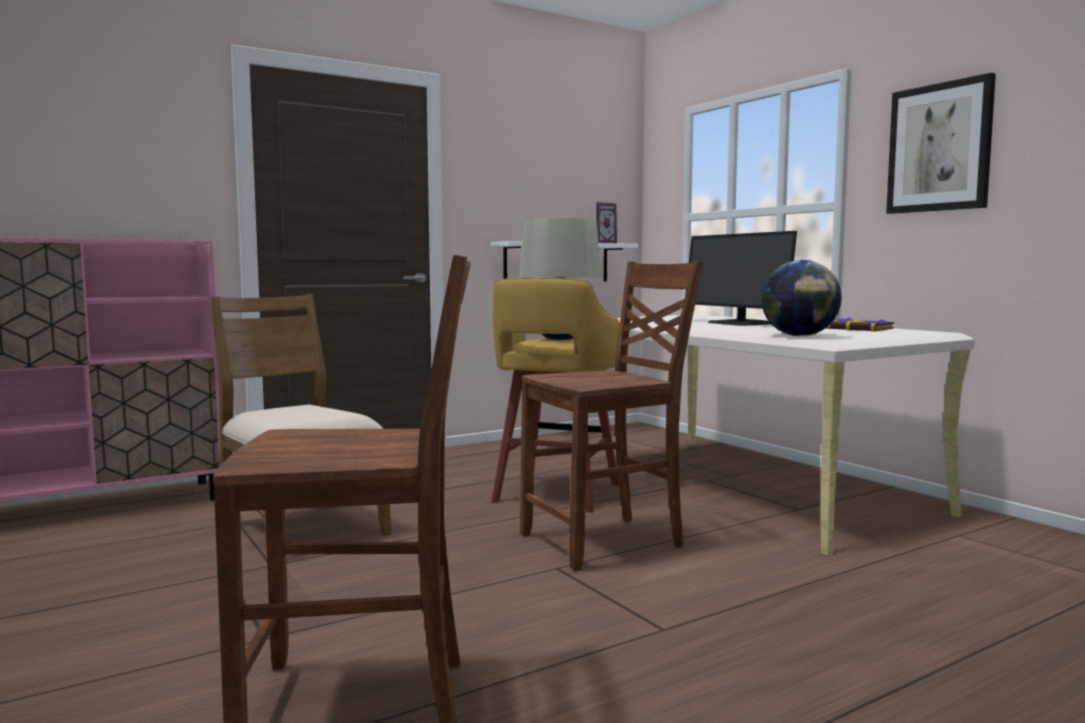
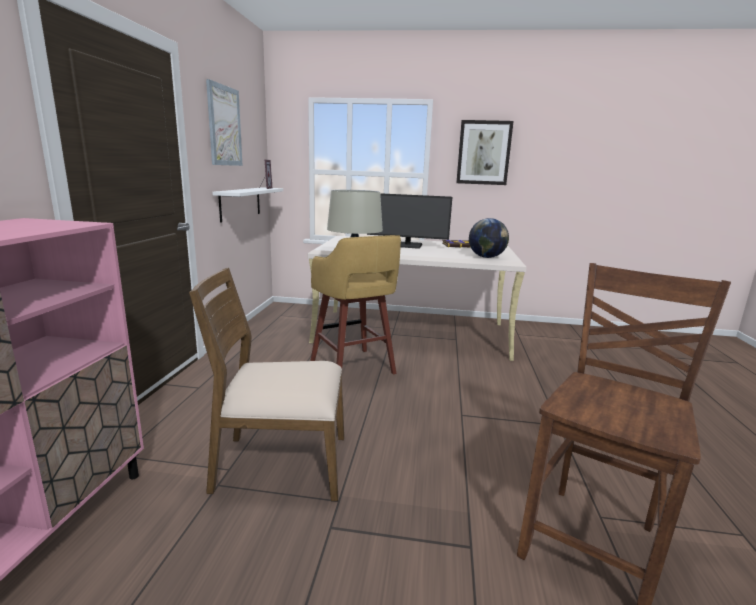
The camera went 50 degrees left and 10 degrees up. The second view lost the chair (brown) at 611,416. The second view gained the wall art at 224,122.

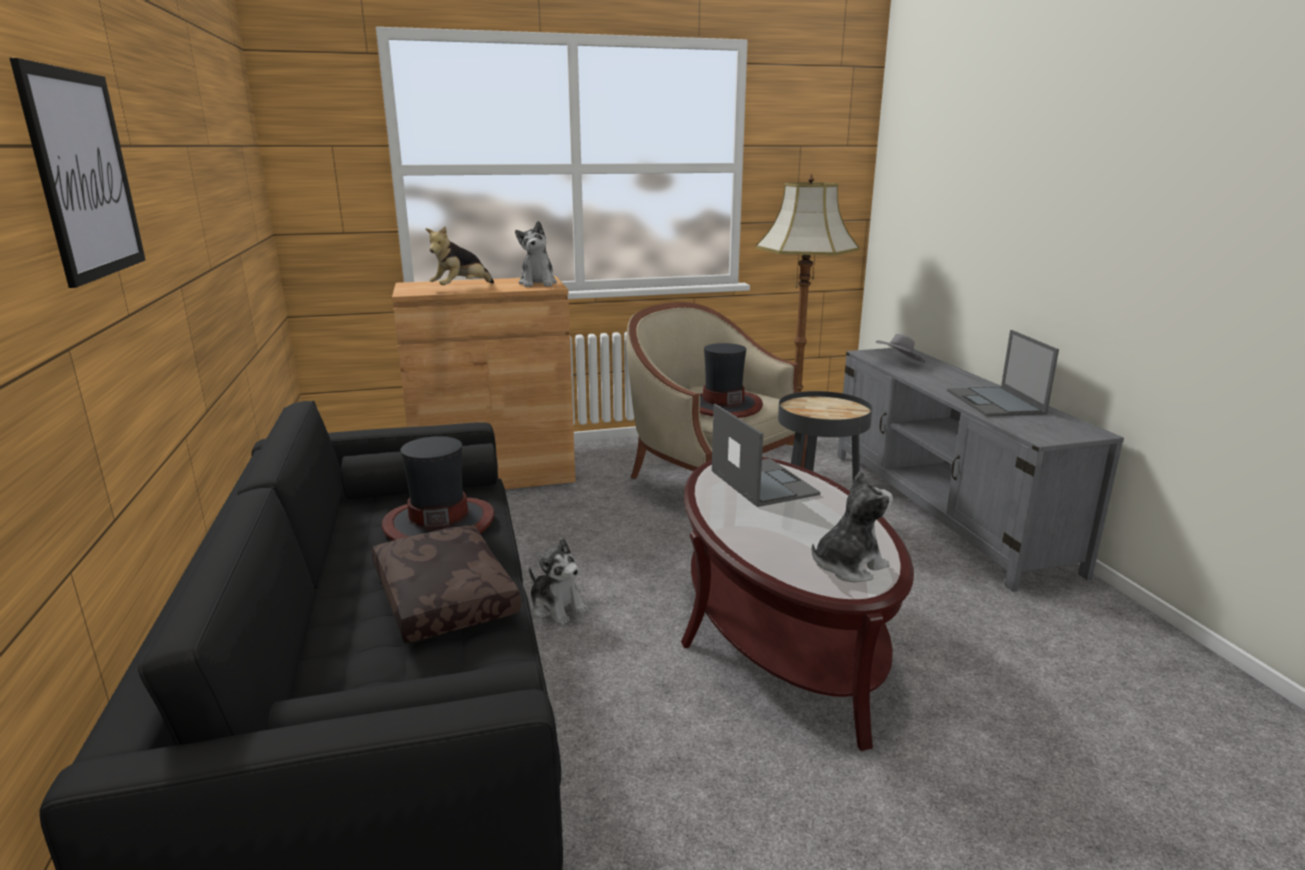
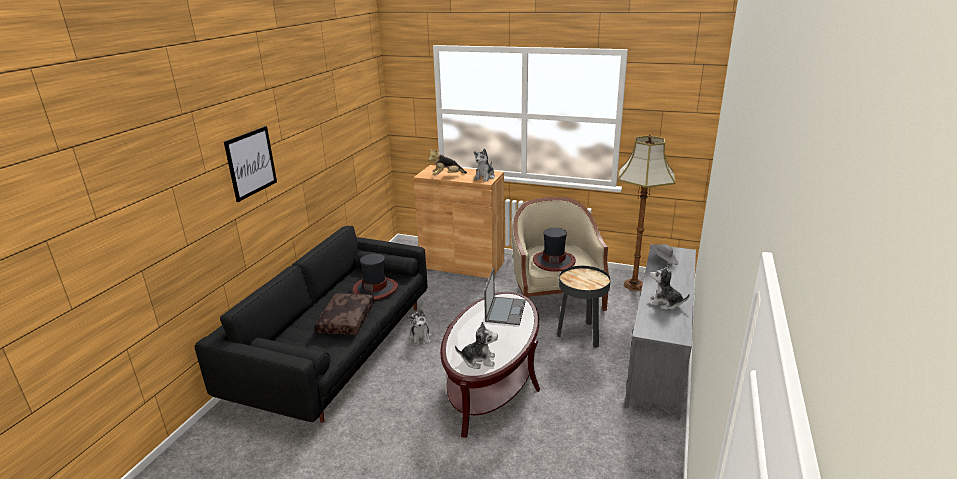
The camera went 35 degrees right and 5 degrees up. Where the notebook computer stood at 1003,373, the plush toy came to stand at 669,288.

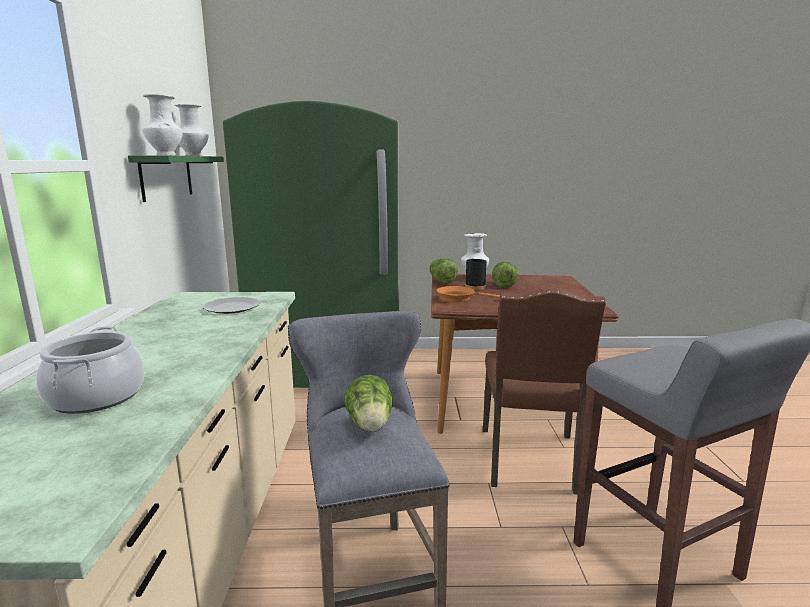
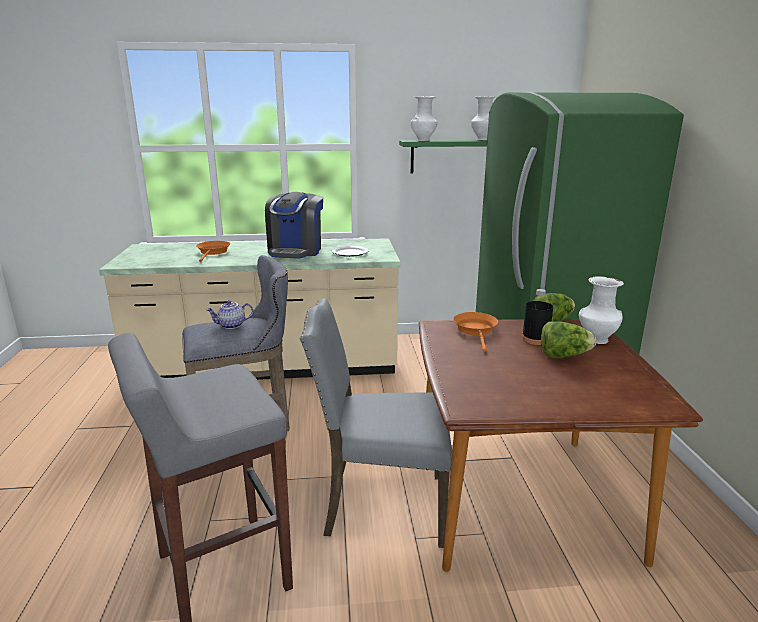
The camera went 85 degrees right and 5 degrees up. The second view gained the coffee brewer at 294,225. Where the cooking pot stood at 90,370, the pan (orange) came to stand at 213,251. Where the lettuce head stood at 368,403, the teapot came to stand at 230,314. What was the chair (brown) at 544,391 turned into the chair (gray) at 376,423.

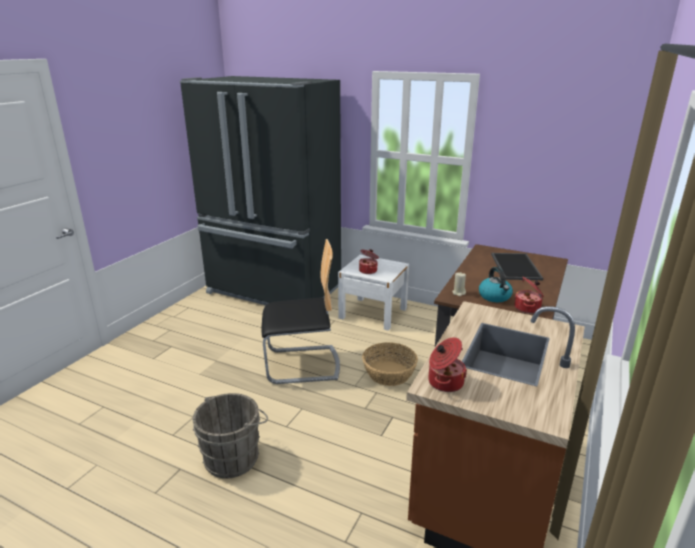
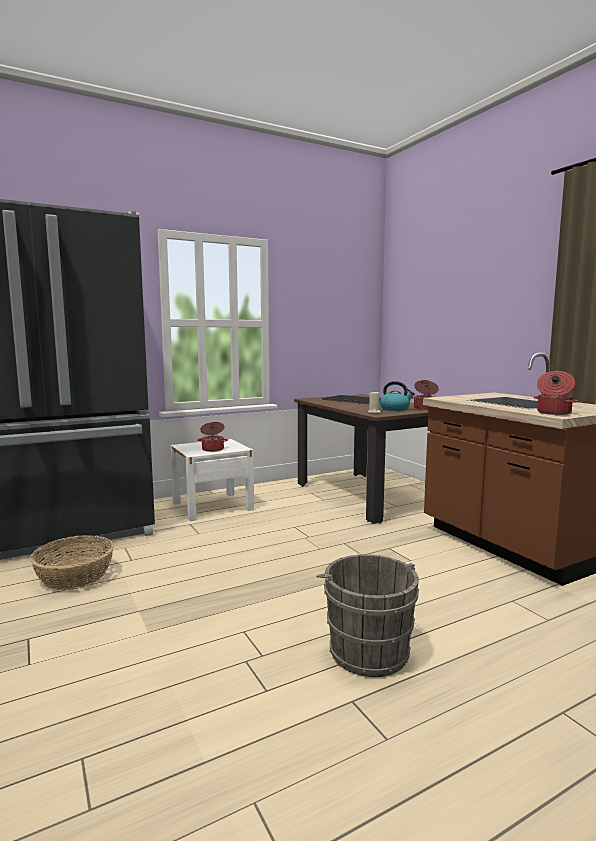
The camera went 55 degrees left and 15 degrees down. The second view lost the chair at 301,311. The household basket ended up elsewhere, having gone from 390,364 to 72,562.

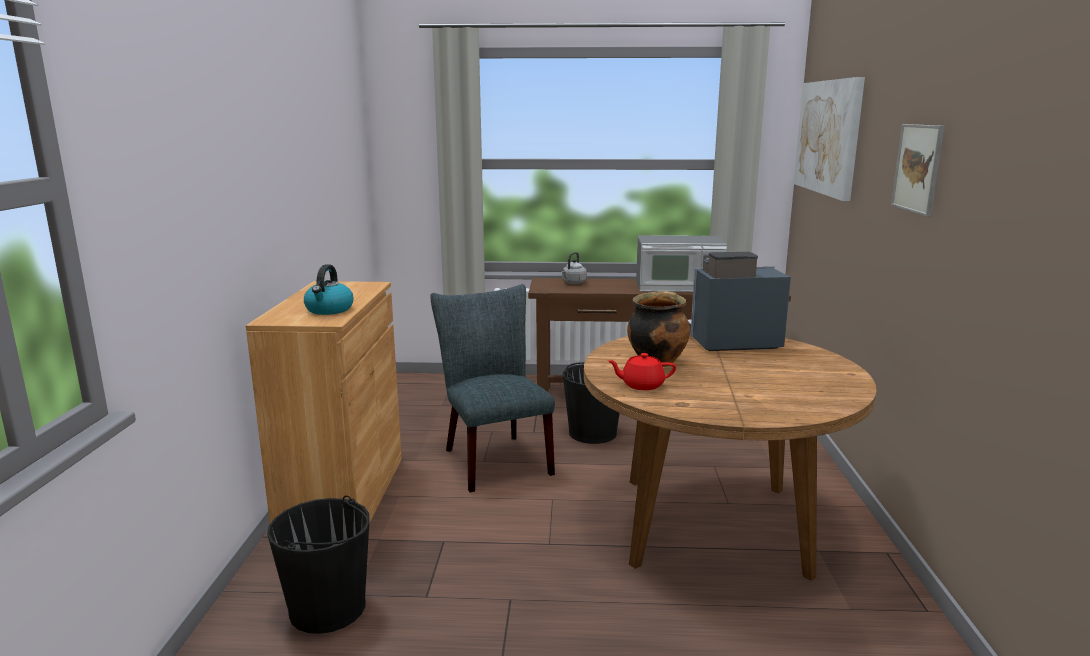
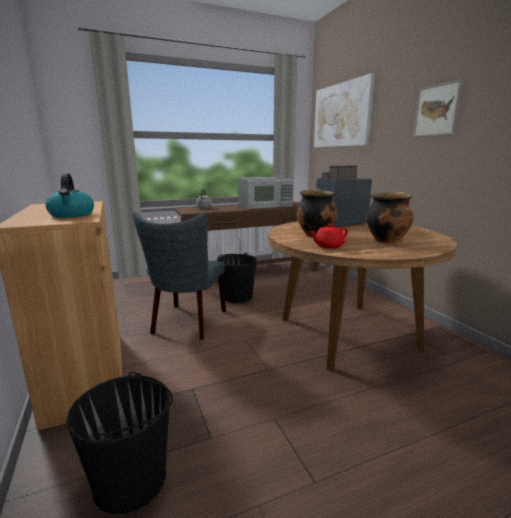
The camera went 25 degrees left and 0 degrees up. The second view gained the cooking pot at 389,217. The chair (gray) at 492,388 ended up facing another way, 120 degrees counterclockwise from before.

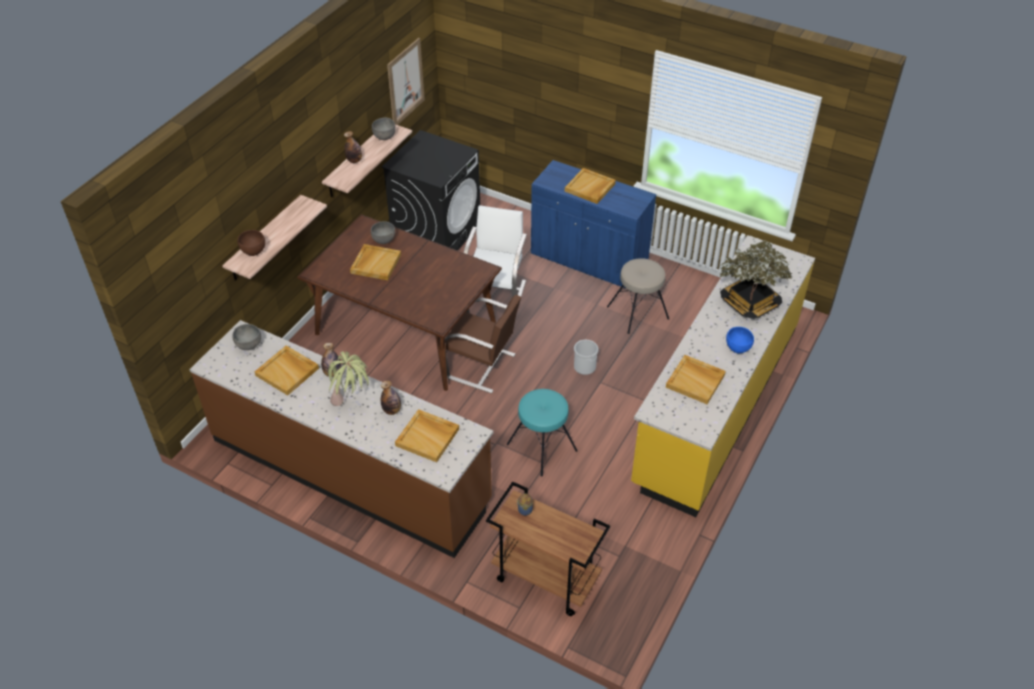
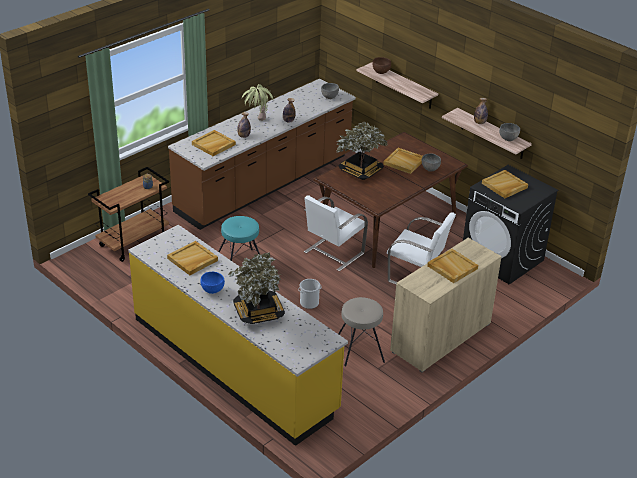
The camera went 105 degrees right and 10 degrees down. The second view lost the wall art at 406,81. The second view gained the plant in a pot at 362,151. The carrying tray (sand-coloured) ended up elsewhere, having gone from 287,371 to 505,184. What was the chair (brown) at 483,344 turned into the chair (whitish) at 336,233. What was the storage cabinet (blue-coloured) at 593,224 turned into the storage cabinet (sand-coloured) at 446,305.

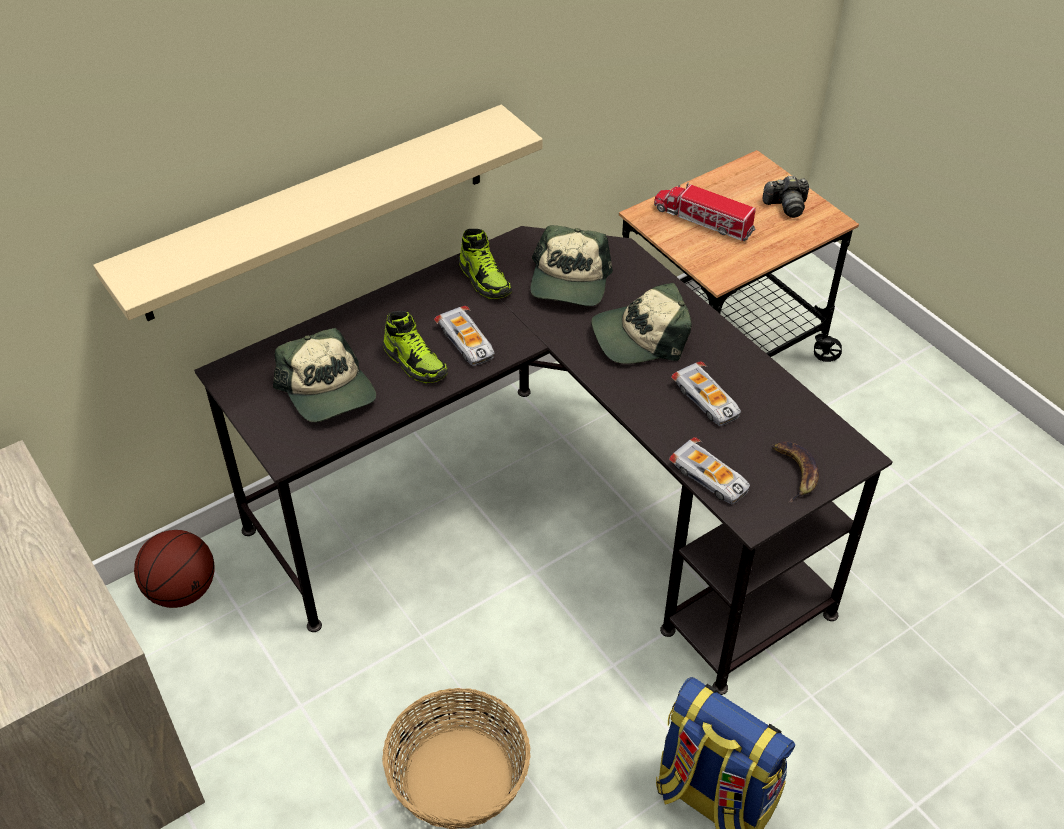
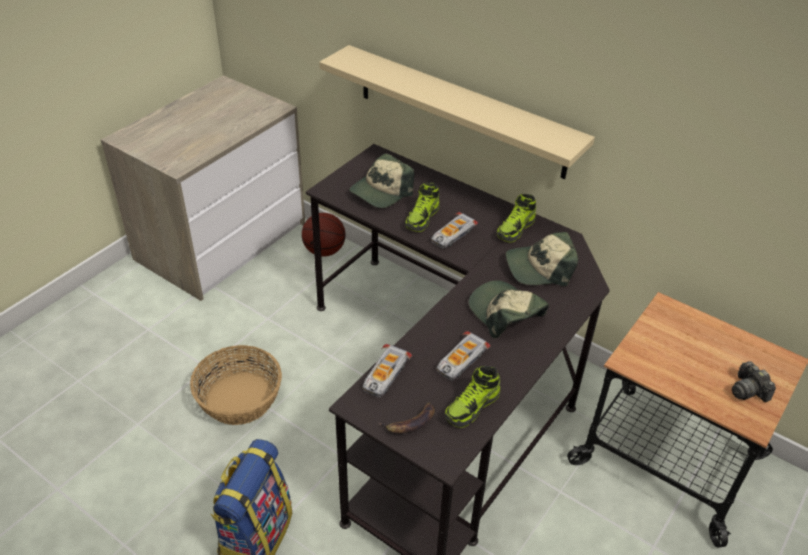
The camera went 70 degrees right and 5 degrees down. The second view lost the toy truck at 705,212. The second view gained the item of footwear at 472,397.

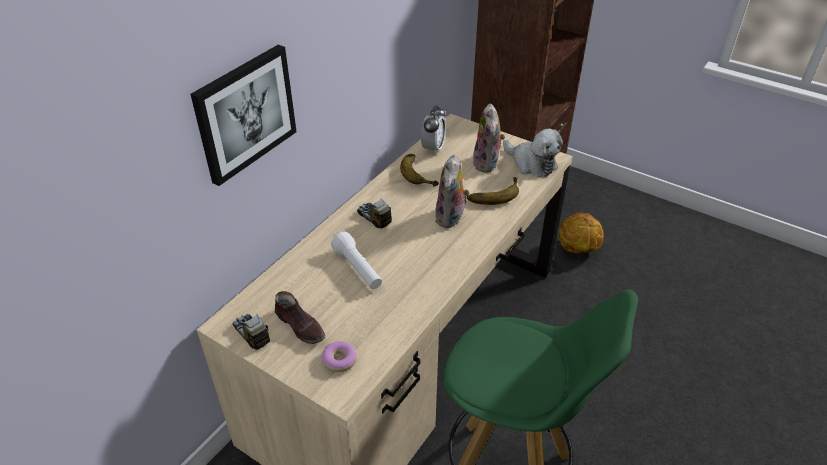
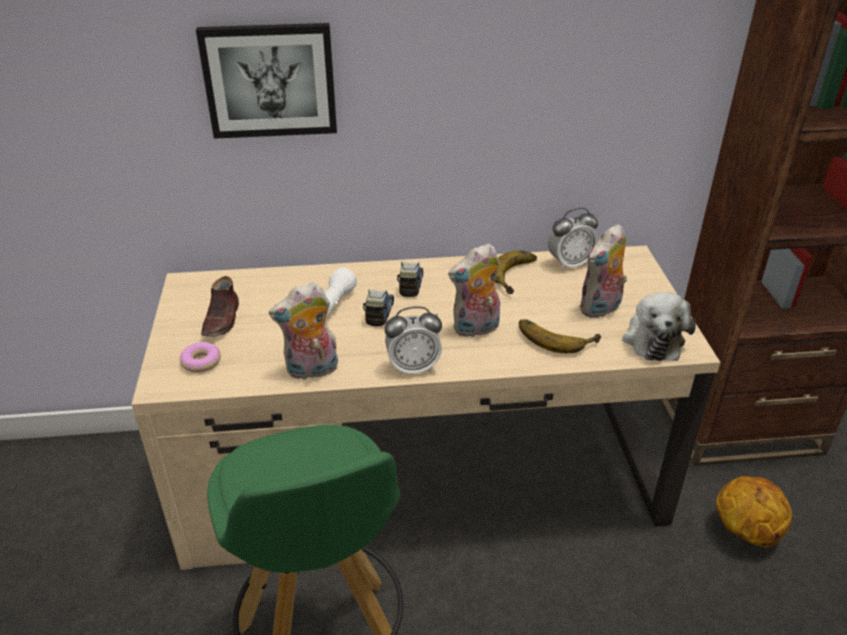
The camera went 50 degrees right and 5 degrees down. The second view gained the plush toy at 303,331. The second view gained the table clock at 413,341. The toy truck ended up elsewhere, having gone from 251,332 to 378,307.

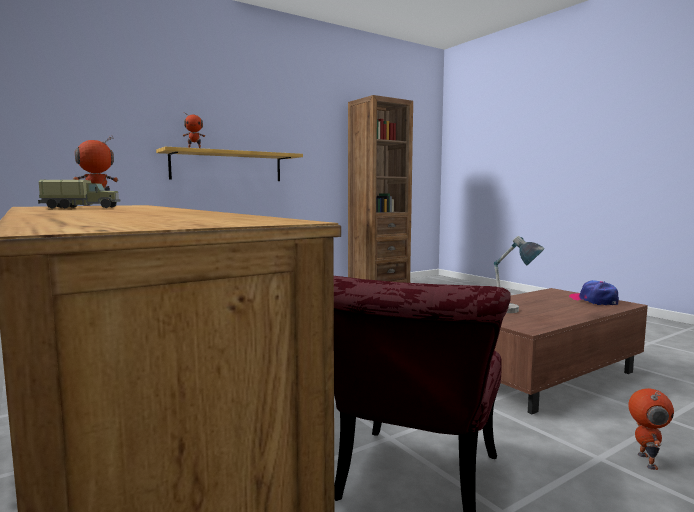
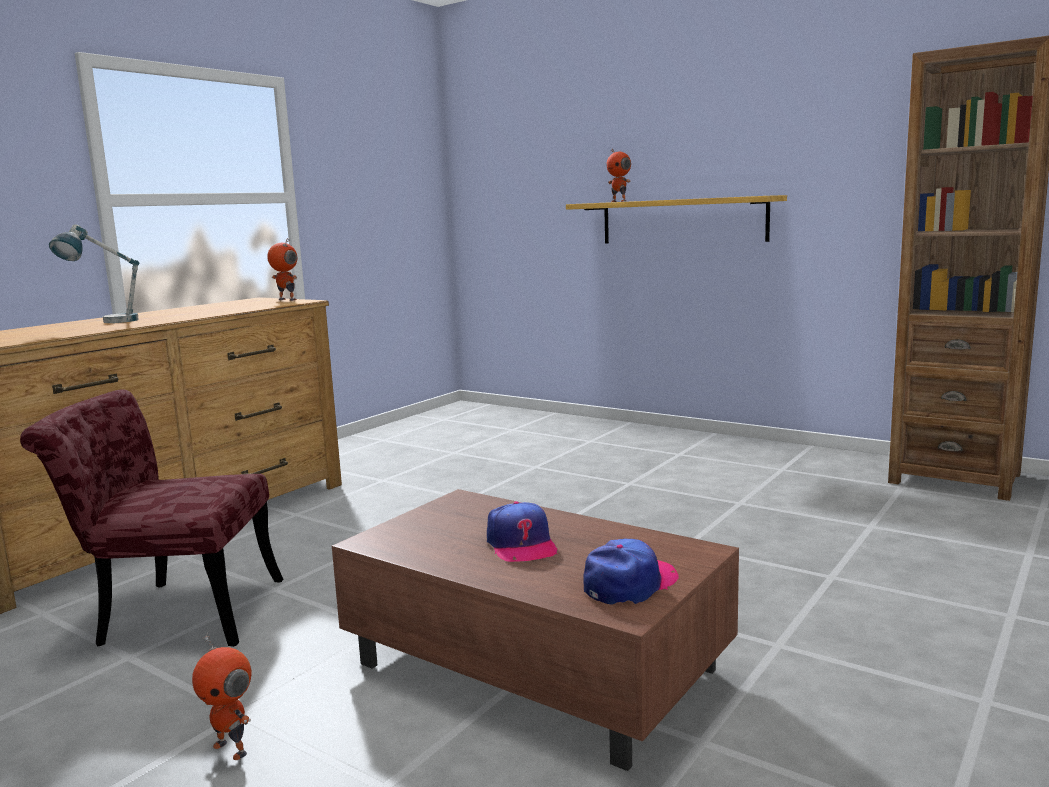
The camera went 70 degrees right and 5 degrees up. The second view lost the toy truck at 79,194. The second view gained the cap at 522,531. The table lamp ended up elsewhere, having gone from 519,274 to 94,273. The toy robot at 651,429 ended up facing another way, 45 degrees clockwise from before.

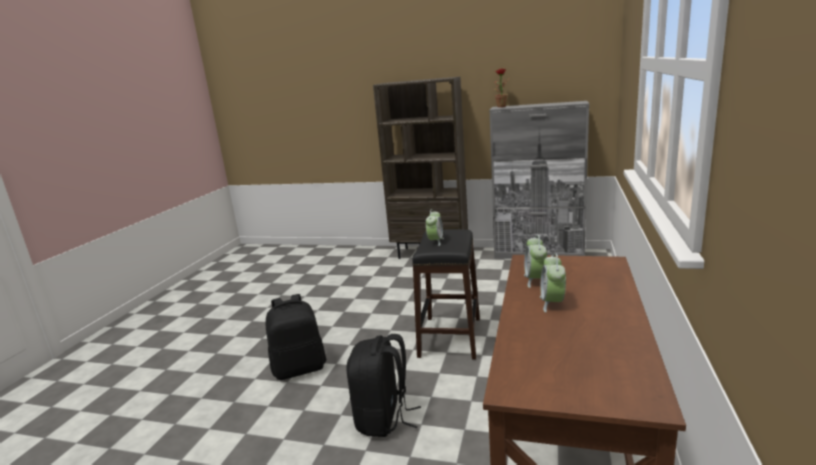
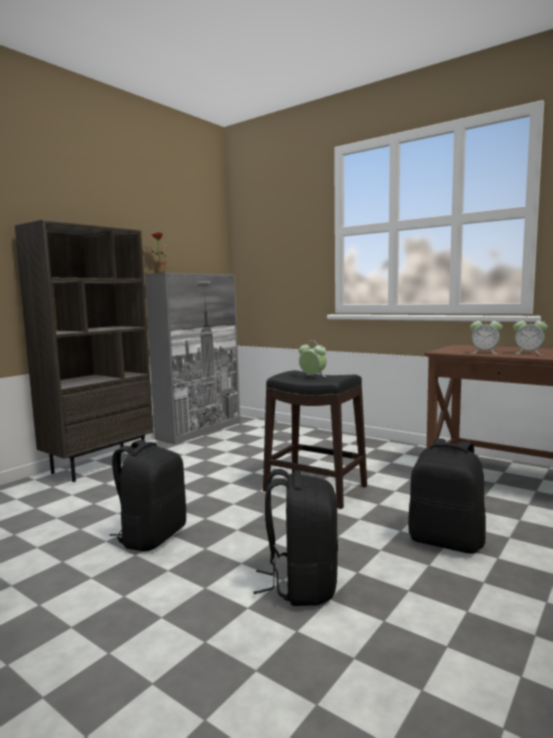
The camera went 70 degrees left and 10 degrees down. The second view gained the backpack (black) at 147,495.

